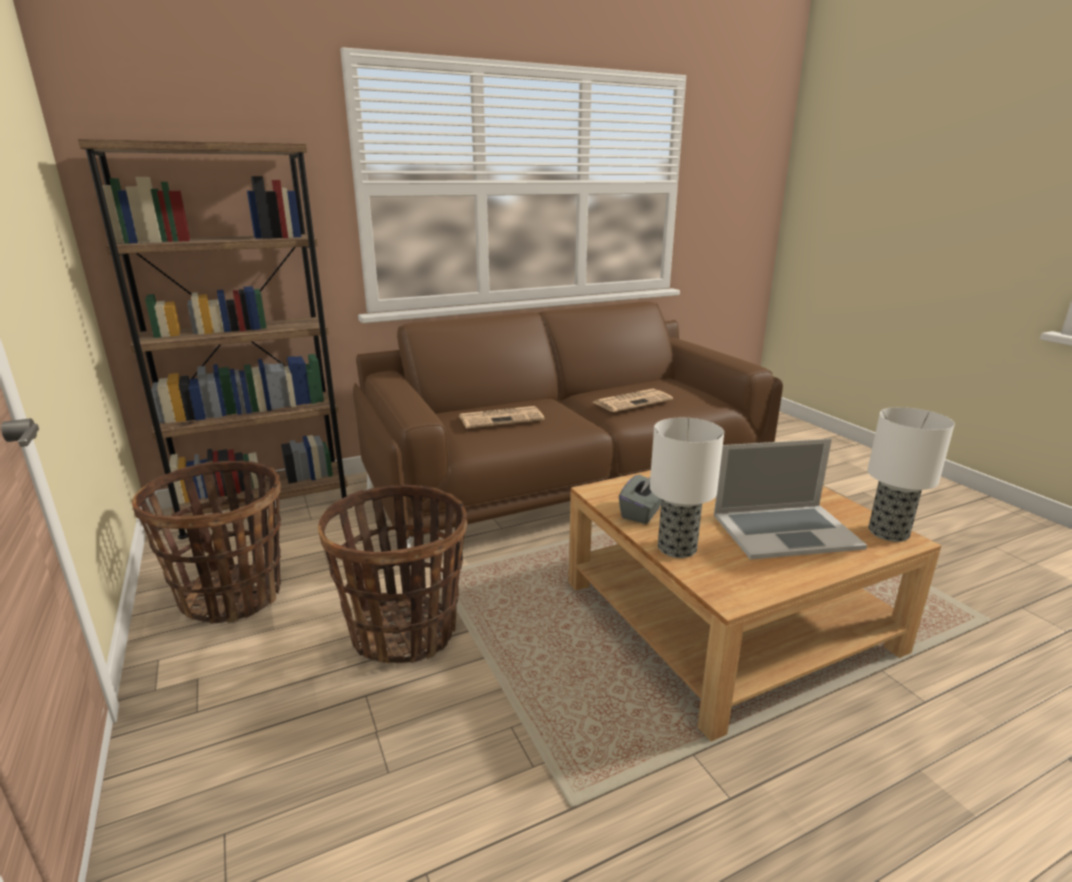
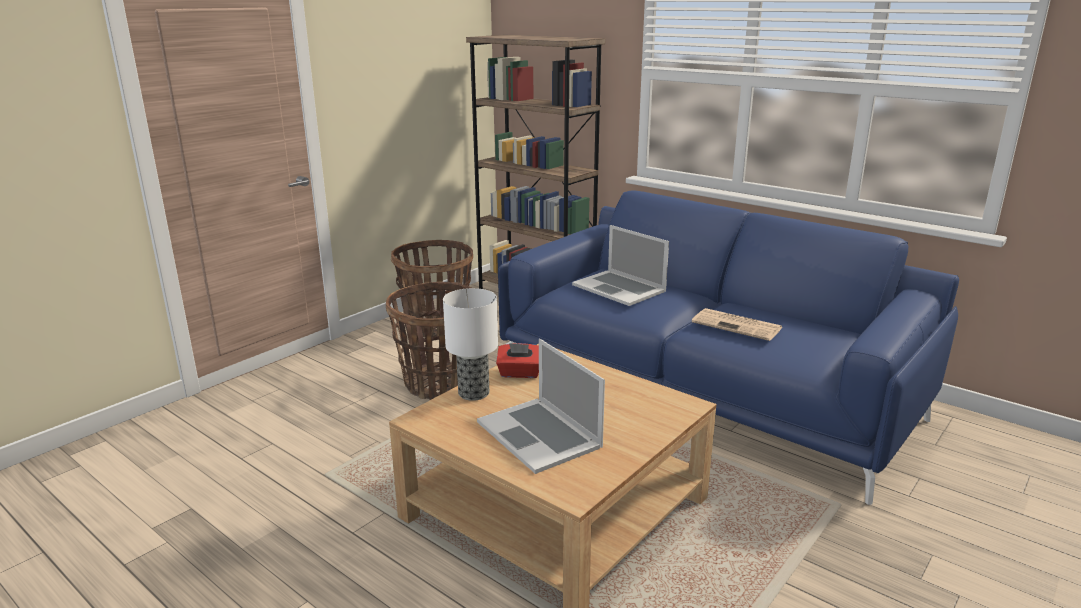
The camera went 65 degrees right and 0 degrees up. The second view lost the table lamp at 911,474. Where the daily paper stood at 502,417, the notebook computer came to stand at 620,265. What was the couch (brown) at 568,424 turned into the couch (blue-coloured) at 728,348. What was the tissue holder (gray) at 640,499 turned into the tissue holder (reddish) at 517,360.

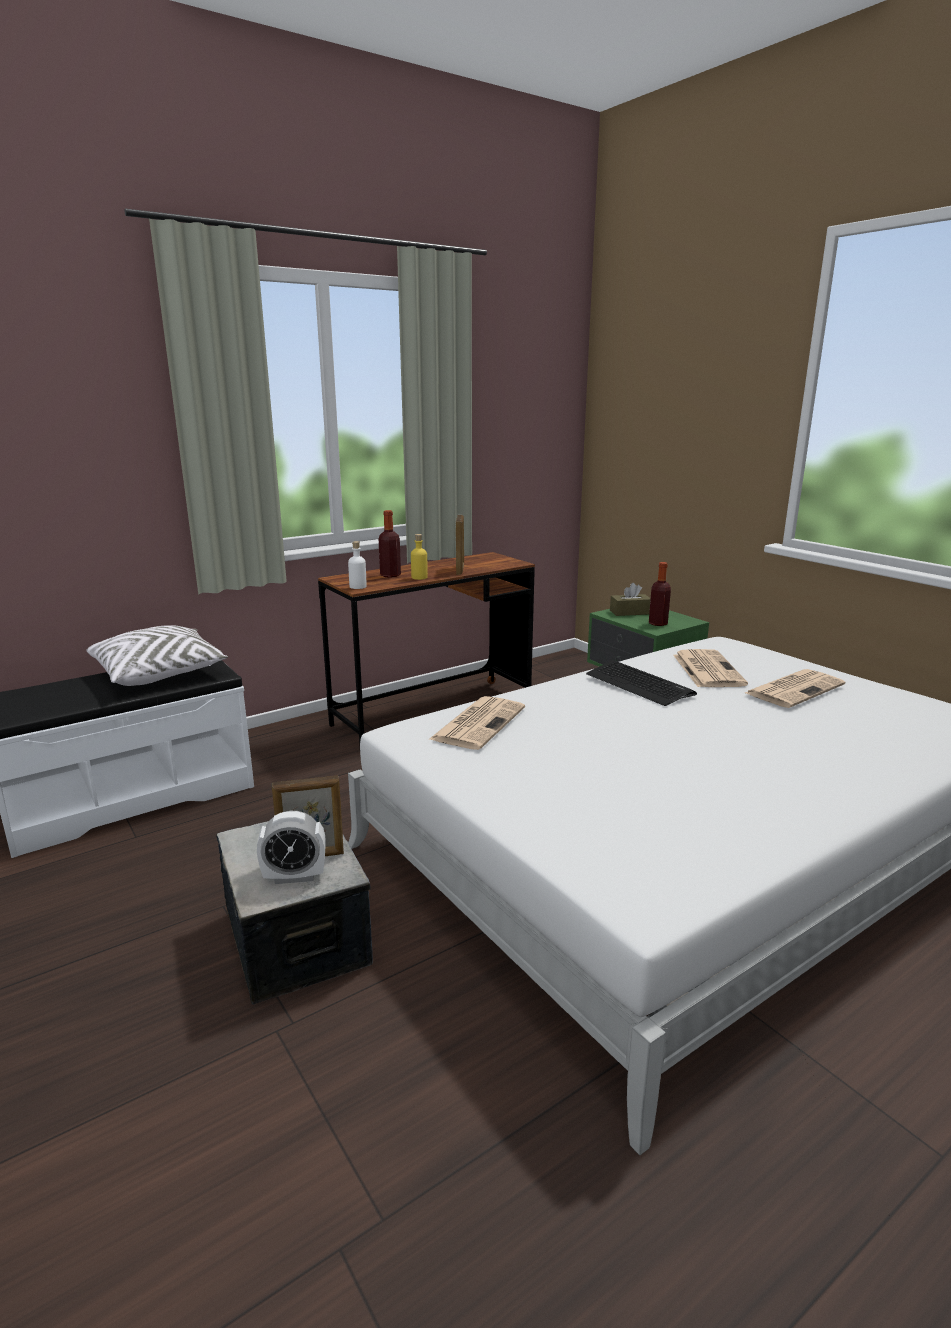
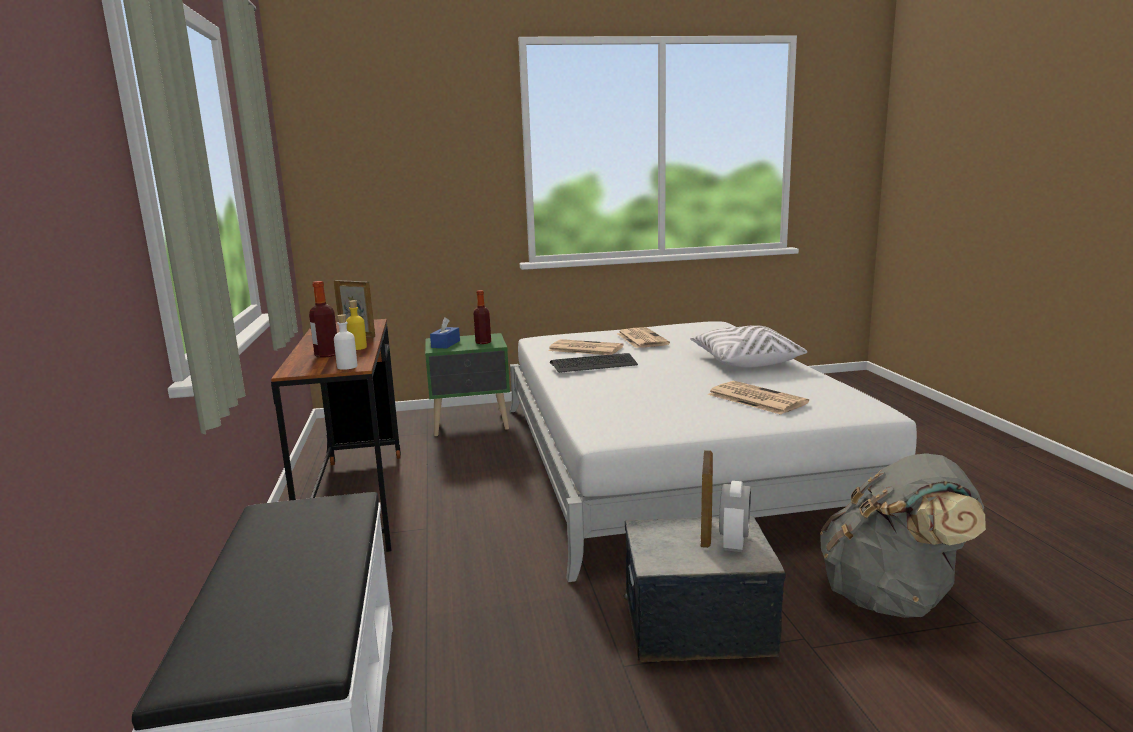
The camera went 65 degrees left and 5 degrees down. The second view gained the backpack (gray) at 903,535. The throw pillow (whitish) ended up elsewhere, having gone from 157,655 to 748,346. The daily paper ended up elsewhere, having gone from 476,723 to 758,398. What was the tissue holder (brown) at 630,599 turned into the tissue holder (blue-coloured) at 445,333.

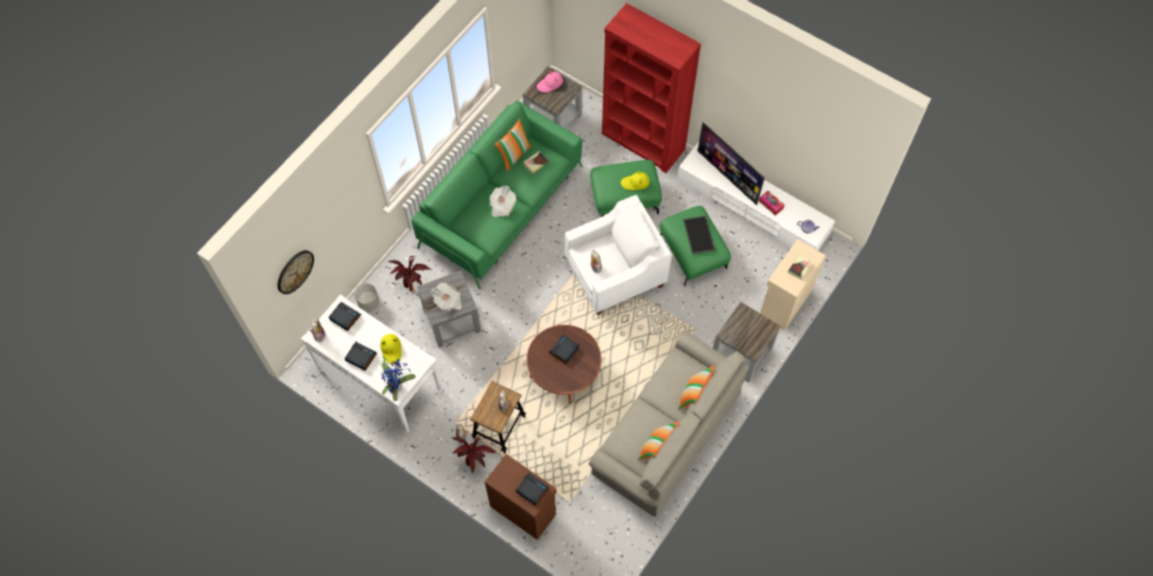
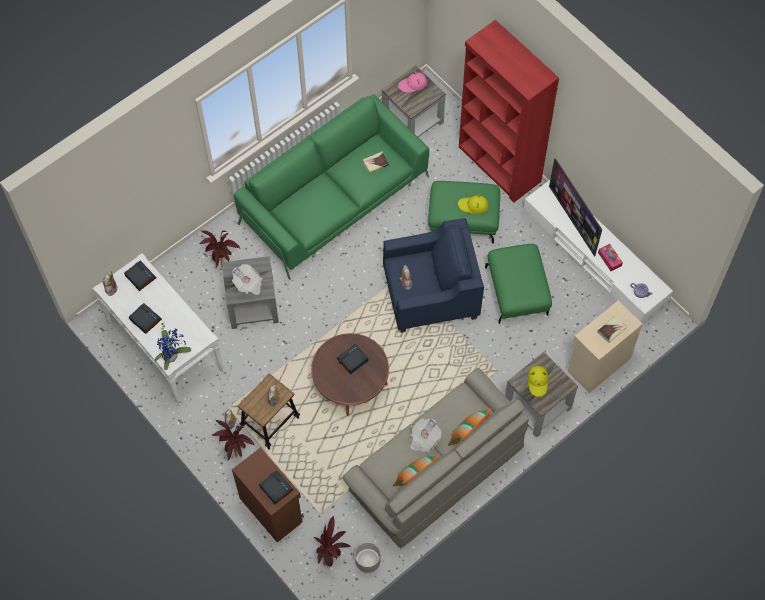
The camera went 15 degrees right and 0 degrees up. The second view lost the wall clock at 295,272. The second view lost the throw pillow at 513,144. The second view lost the carrying tray at 699,234. The second view gained the plant in a pot at 332,541. The flower pot (gray) ended up elsewhere, having gone from 366,297 to 368,557. The wearable hat (yellowish) ended up elsewhere, having gone from 391,349 to 538,381. The daily paper ended up elsewhere, having gone from 502,201 to 425,436. What was the armchair (whitish) at 618,255 turned into the armchair (blue-coloured) at 433,275.

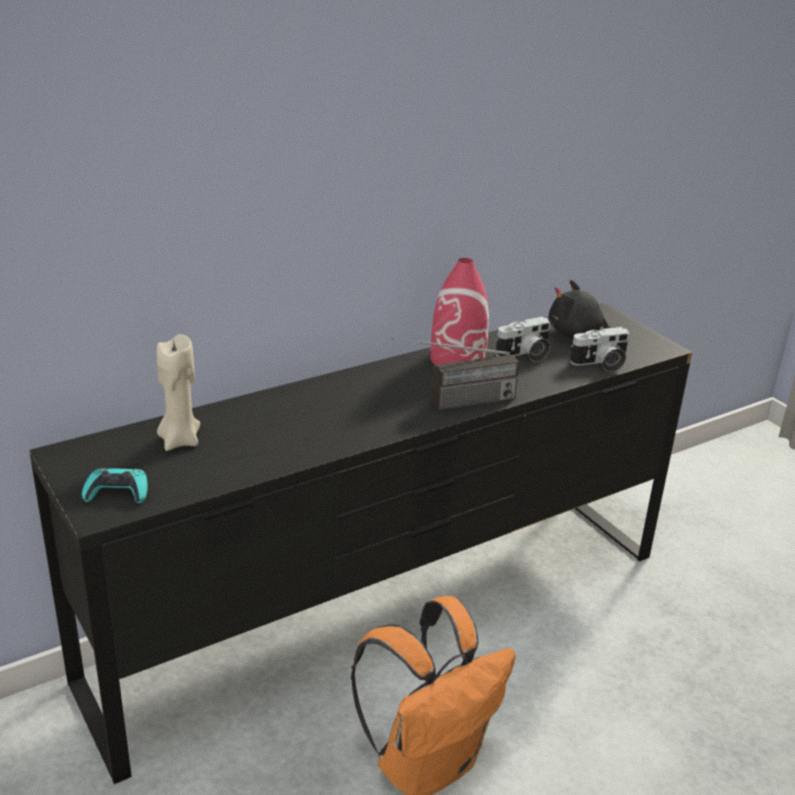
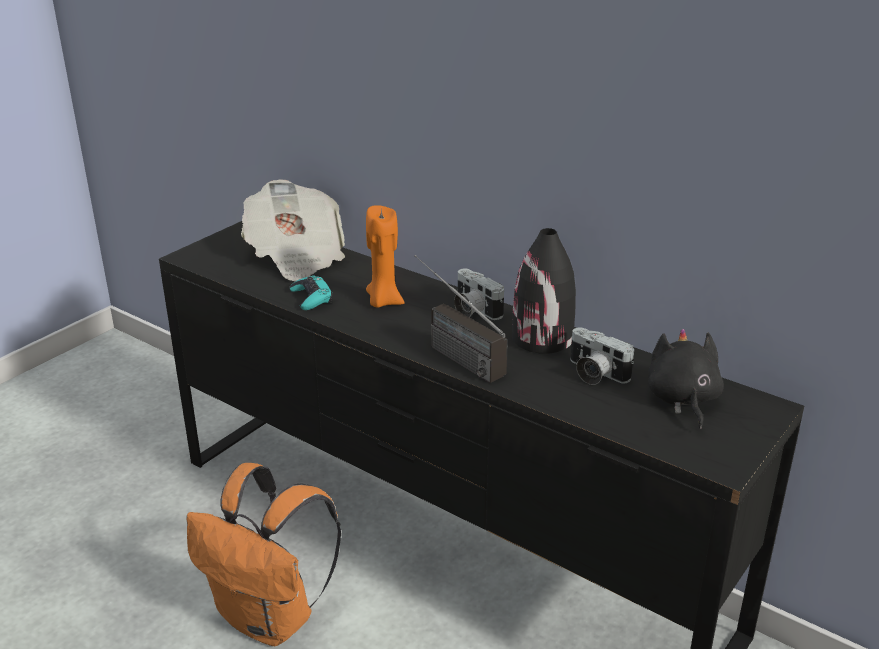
The camera went 70 degrees right and 0 degrees up. The second view gained the candle (orange) at 385,256. The joypad (blue-green) ended up elsewhere, having gone from 115,485 to 310,292. The photo camera ended up elsewhere, having gone from 599,349 to 479,294. Where the candle (sand-coloured) stood at 178,392, the daily paper came to stand at 293,230. What was the vase (reddish) at 459,311 turned into the vase (black) at 544,291.

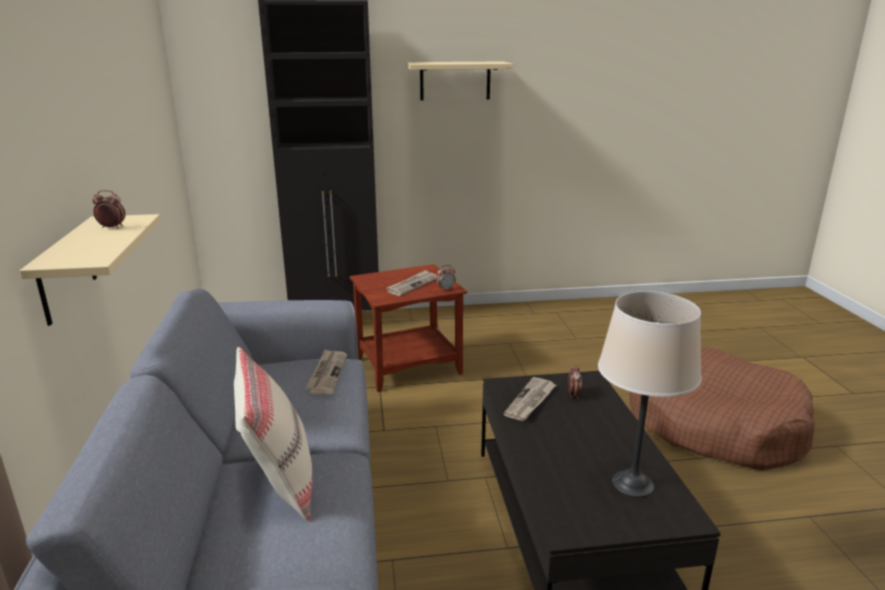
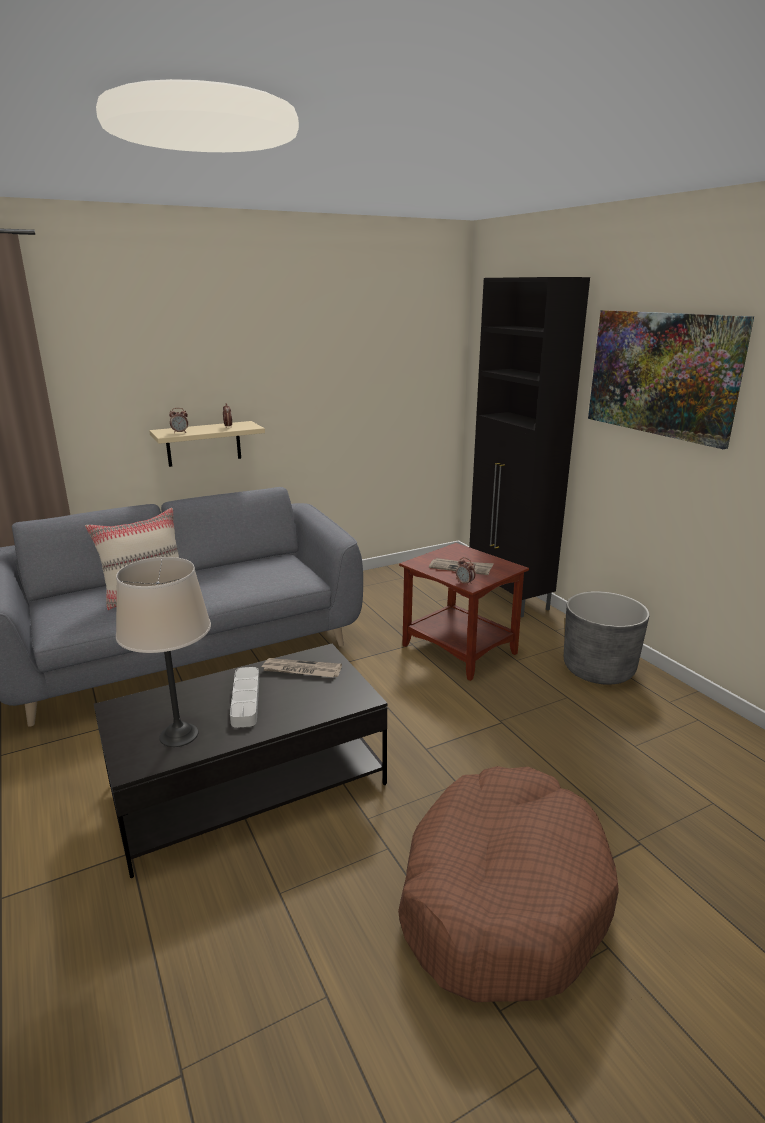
The camera went 70 degrees right and 0 degrees up. The second view lost the daily paper at 326,371. The second view gained the carrying tray (gray) at 244,697. The second view gained the flower pot (gray) at 607,638. The table clock ended up elsewhere, having gone from 575,381 to 178,420. Where the wall shelf (sand-coloured) hung at 459,81, the wall art came to hang at 671,379.

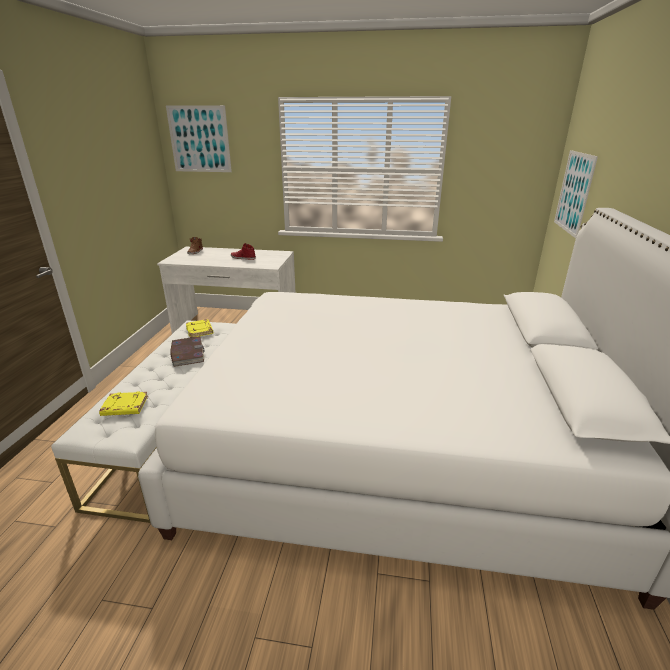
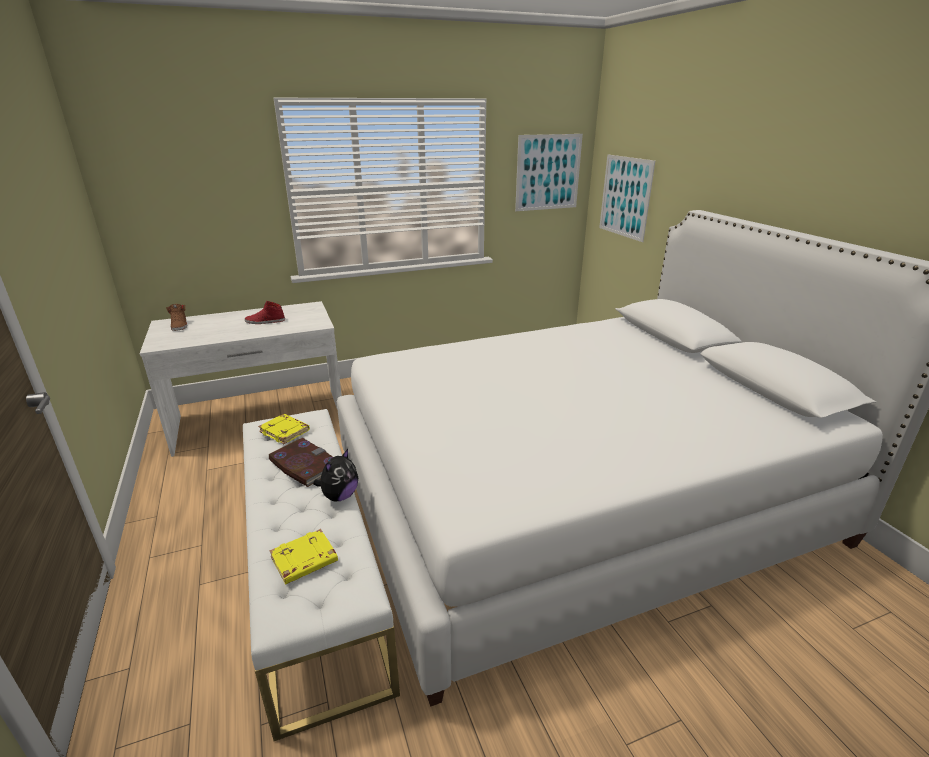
The camera went 30 degrees left and 0 degrees up. The second view gained the plush toy at 335,475. The wall art ended up elsewhere, having gone from 199,138 to 549,172.

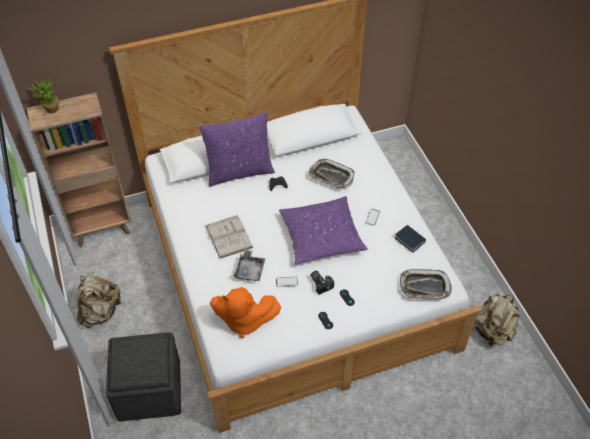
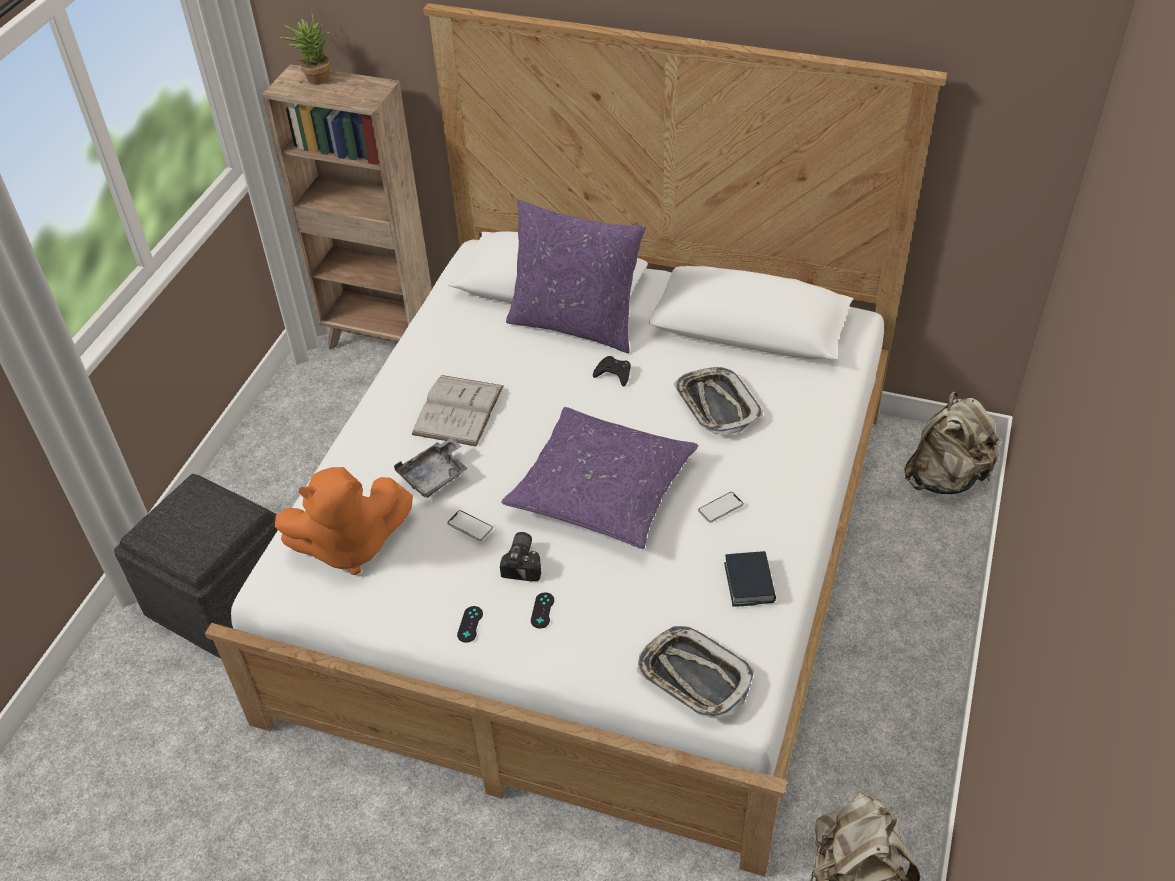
The camera went 40 degrees right and 5 degrees down. The backpack (sand-coloured) ended up elsewhere, having gone from 99,300 to 952,442. The plush toy (orange) at 245,312 ended up facing another way, 60 degrees counterclockwise from before.

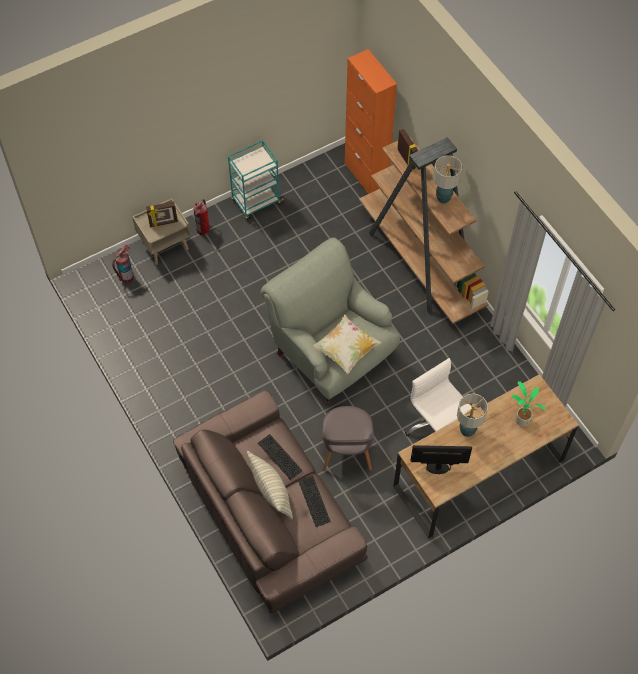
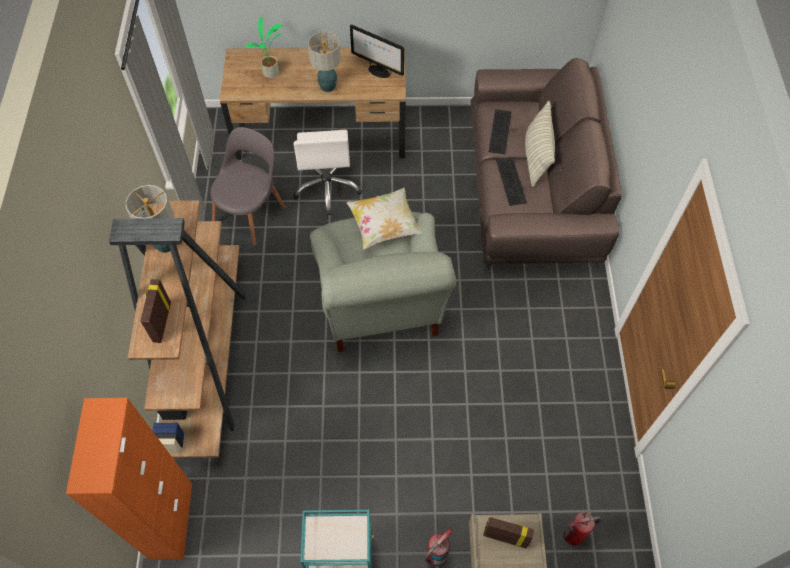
The camera went 150 degrees left and 0 degrees up. The chair (gray) ended up elsewhere, having gone from 348,438 to 248,186.

